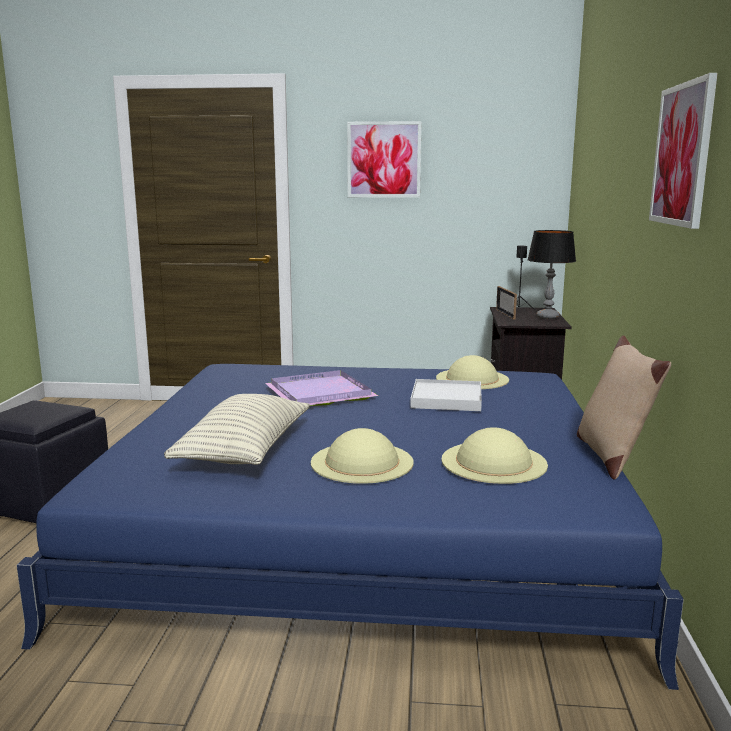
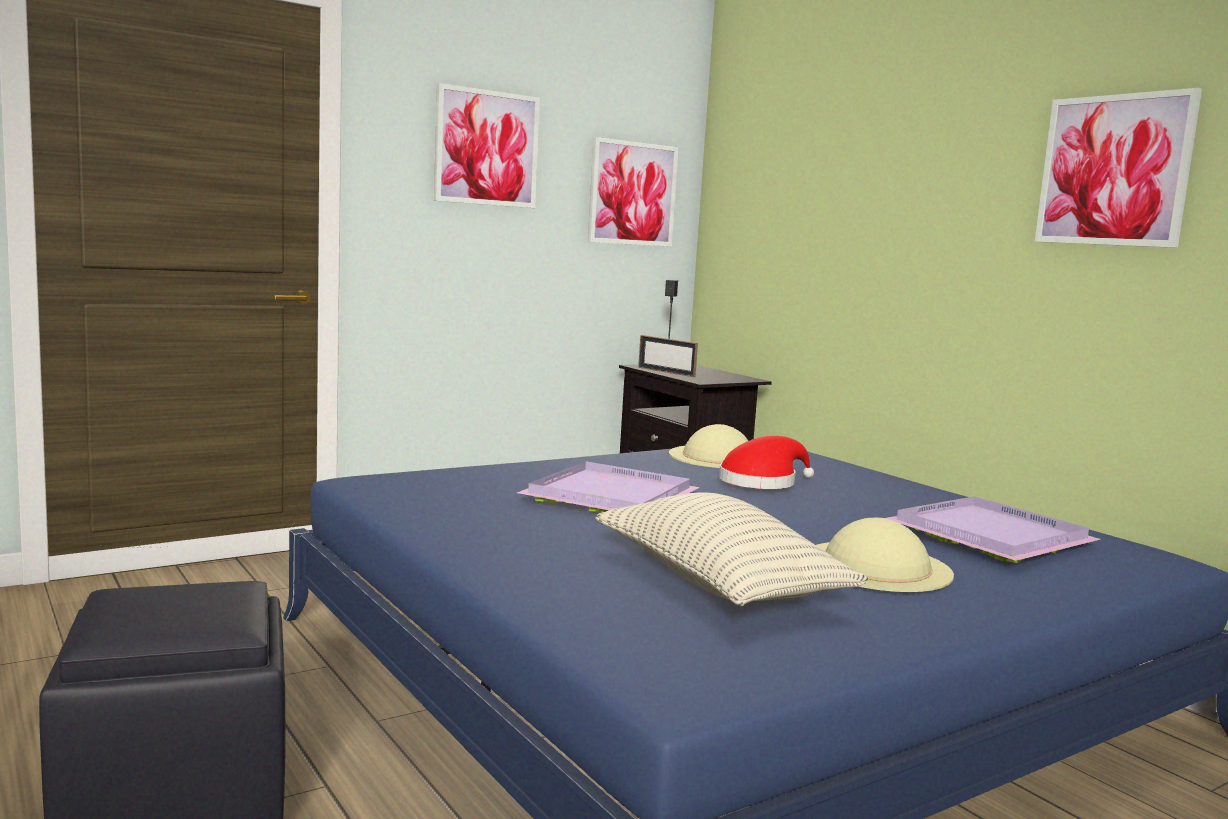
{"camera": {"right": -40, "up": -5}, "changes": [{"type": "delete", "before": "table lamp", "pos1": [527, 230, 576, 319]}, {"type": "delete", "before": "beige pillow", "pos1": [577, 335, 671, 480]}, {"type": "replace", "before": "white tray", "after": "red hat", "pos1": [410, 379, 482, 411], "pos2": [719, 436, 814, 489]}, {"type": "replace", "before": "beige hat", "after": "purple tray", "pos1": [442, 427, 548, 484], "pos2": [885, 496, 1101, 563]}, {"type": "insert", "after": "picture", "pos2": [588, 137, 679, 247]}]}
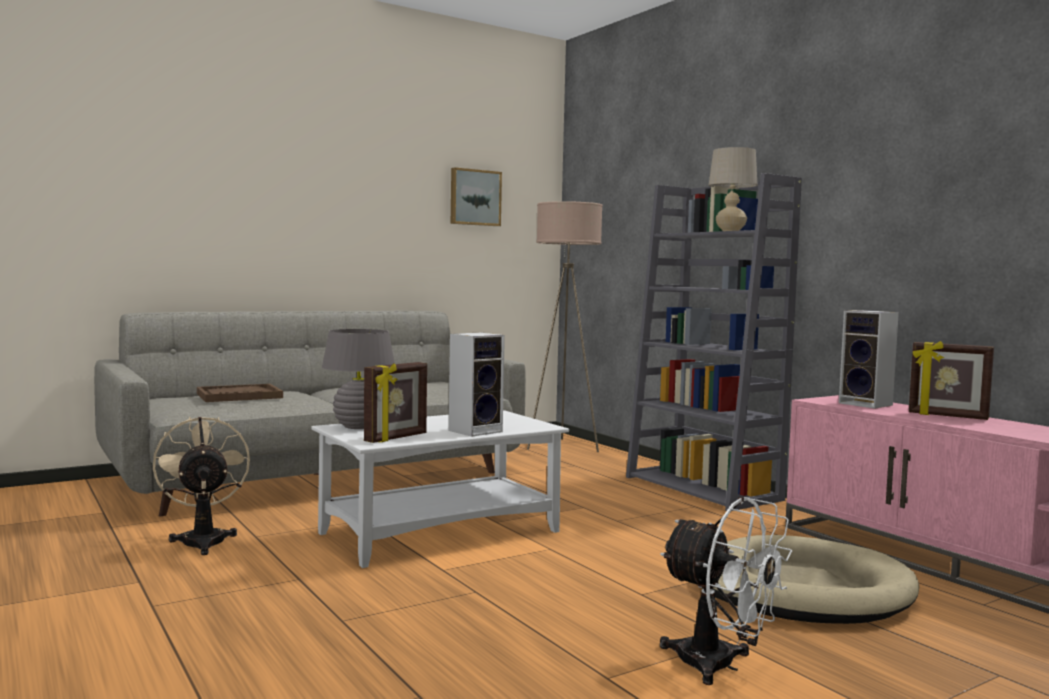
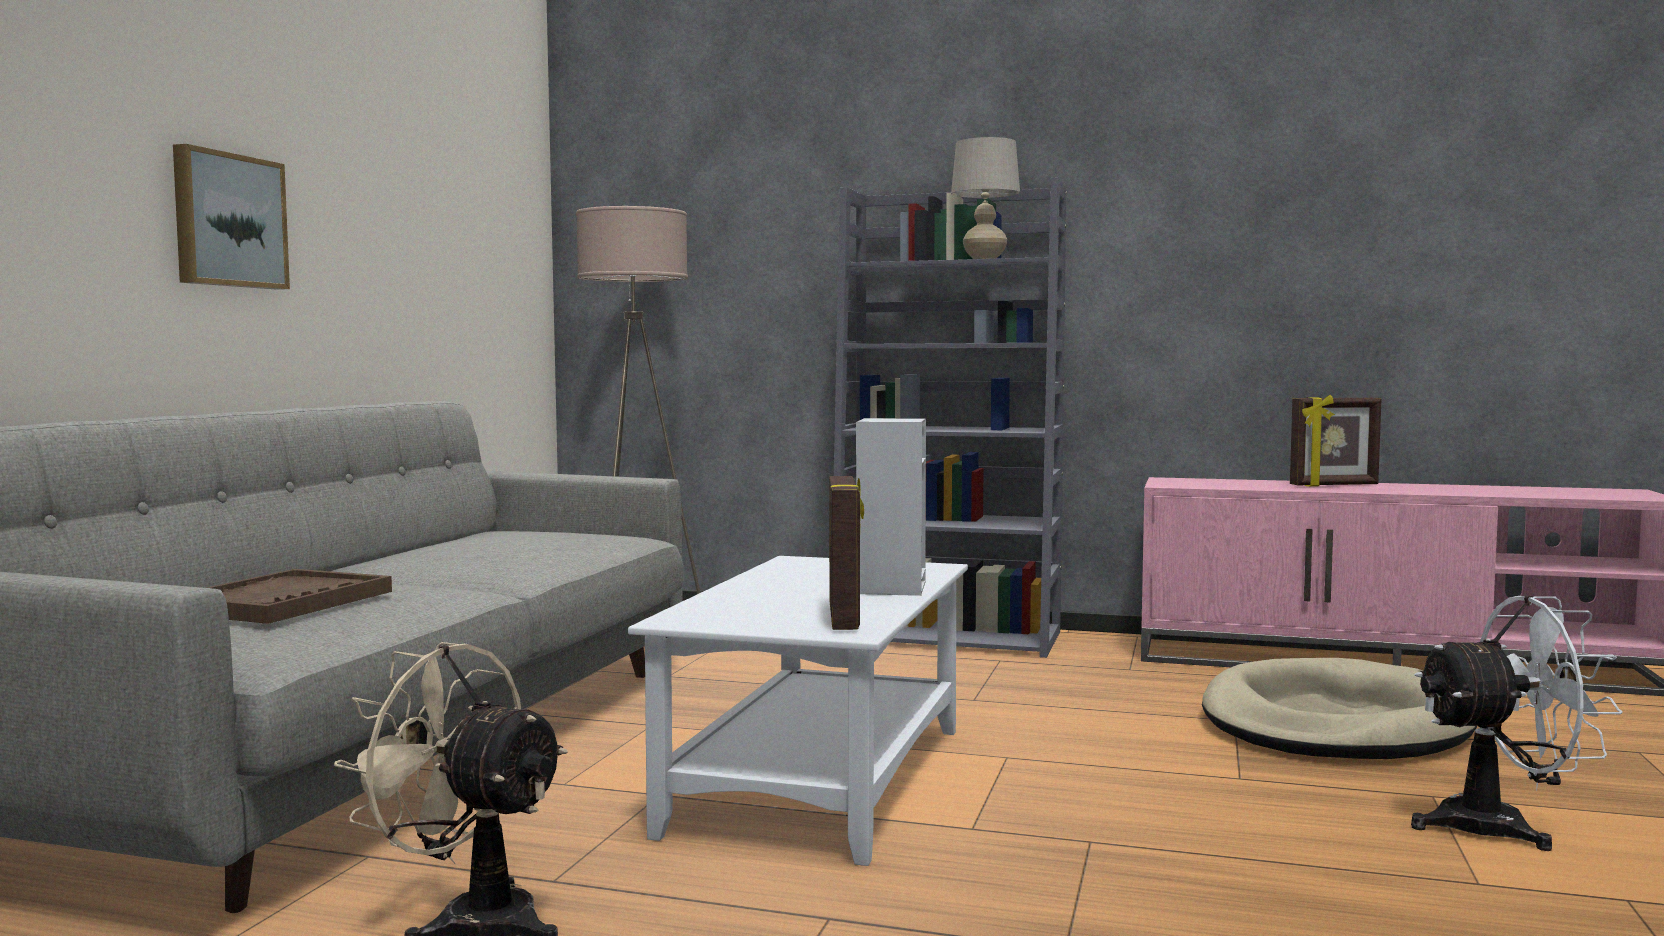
{"camera": {"right": -40, "up": 0}, "changes": [{"type": "move", "before": "picture", "pos1": [451, 167, 502, 226], "pos2": [173, 144, 290, 290]}, {"type": "delete", "before": "speaker", "pos1": [839, 310, 899, 409]}, {"type": "delete", "before": "grey table lamp", "pos1": [322, 329, 395, 429]}]}
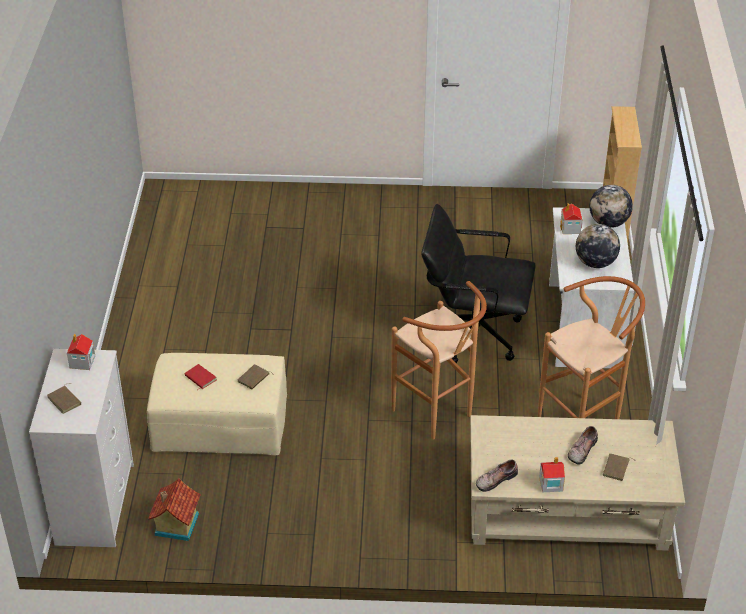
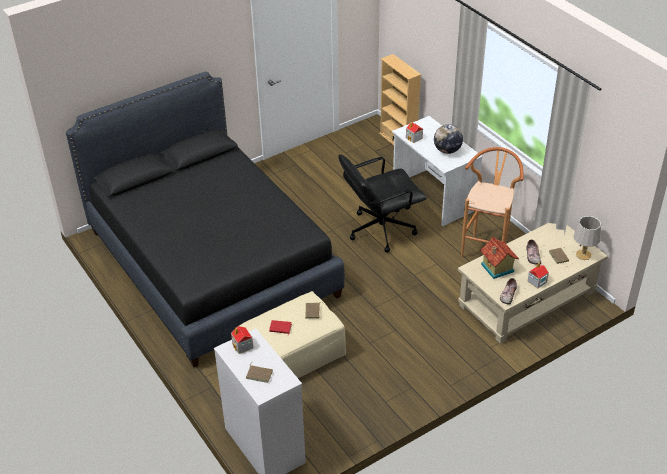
{"camera": {"right": -35, "up": 0}, "changes": [{"type": "delete", "before": "globe", "pos1": [589, 185, 633, 228]}, {"type": "delete", "before": "brown stool", "pos1": [391, 281, 487, 439]}, {"type": "move", "before": "toy house", "pos1": [148, 478, 201, 541], "pos2": [480, 236, 519, 279]}, {"type": "insert", "after": "black bed", "pos2": [66, 71, 345, 367]}, {"type": "insert", "after": "grey table lamp", "pos2": [573, 216, 601, 260]}]}
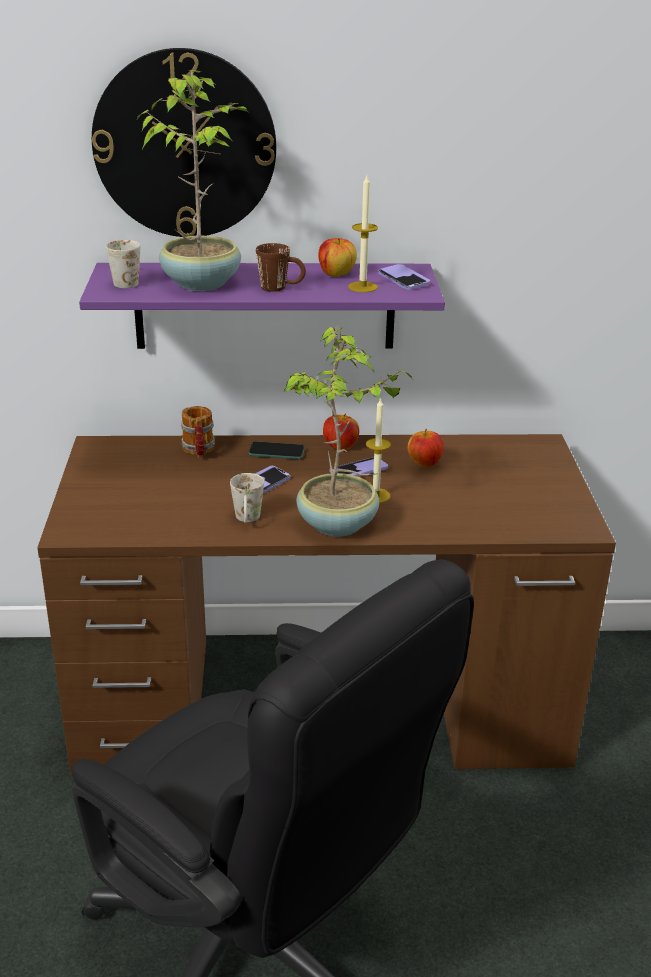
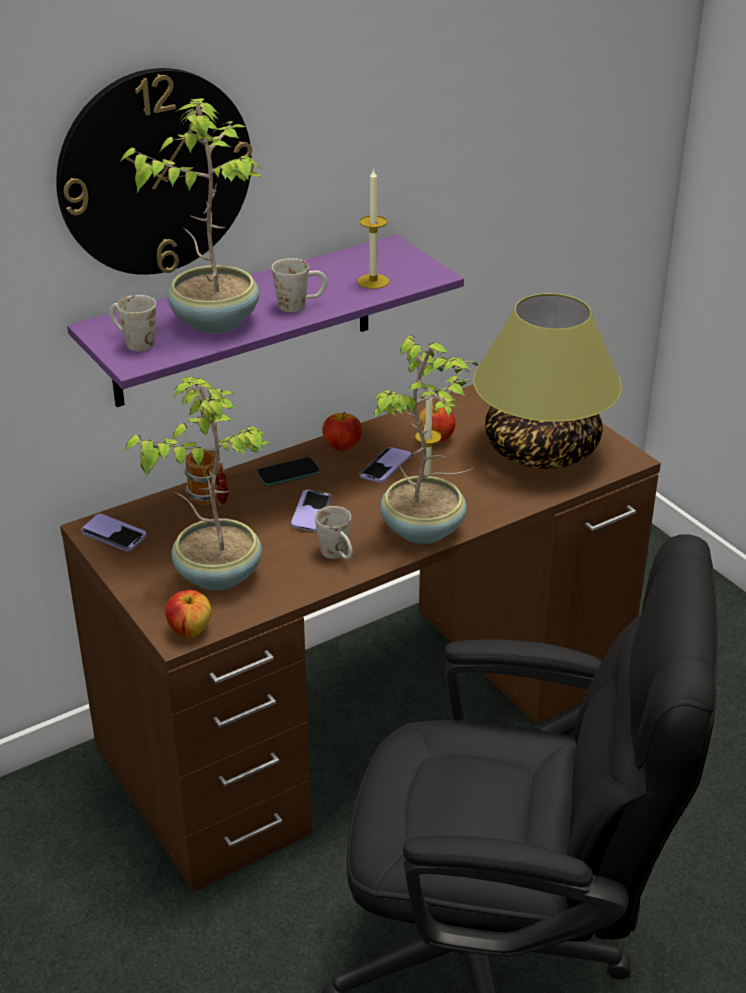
{"camera": {"right": -30, "up": 5}, "changes": [{"type": "move", "before": "apple", "pos1": [318, 238, 357, 277], "pos2": [165, 590, 212, 638]}, {"type": "recolor", "before": "brown mug", "after": "white mug", "pos1": [256, 243, 306, 292], "pos2": [272, 258, 328, 312]}, {"type": "move", "before": "phone", "pos1": [378, 264, 430, 290], "pos2": [81, 514, 147, 552]}, {"type": "insert", "after": "table lamp", "pos2": [473, 293, 622, 469]}, {"type": "insert", "after": "potted plant", "pos2": [125, 377, 270, 591]}]}
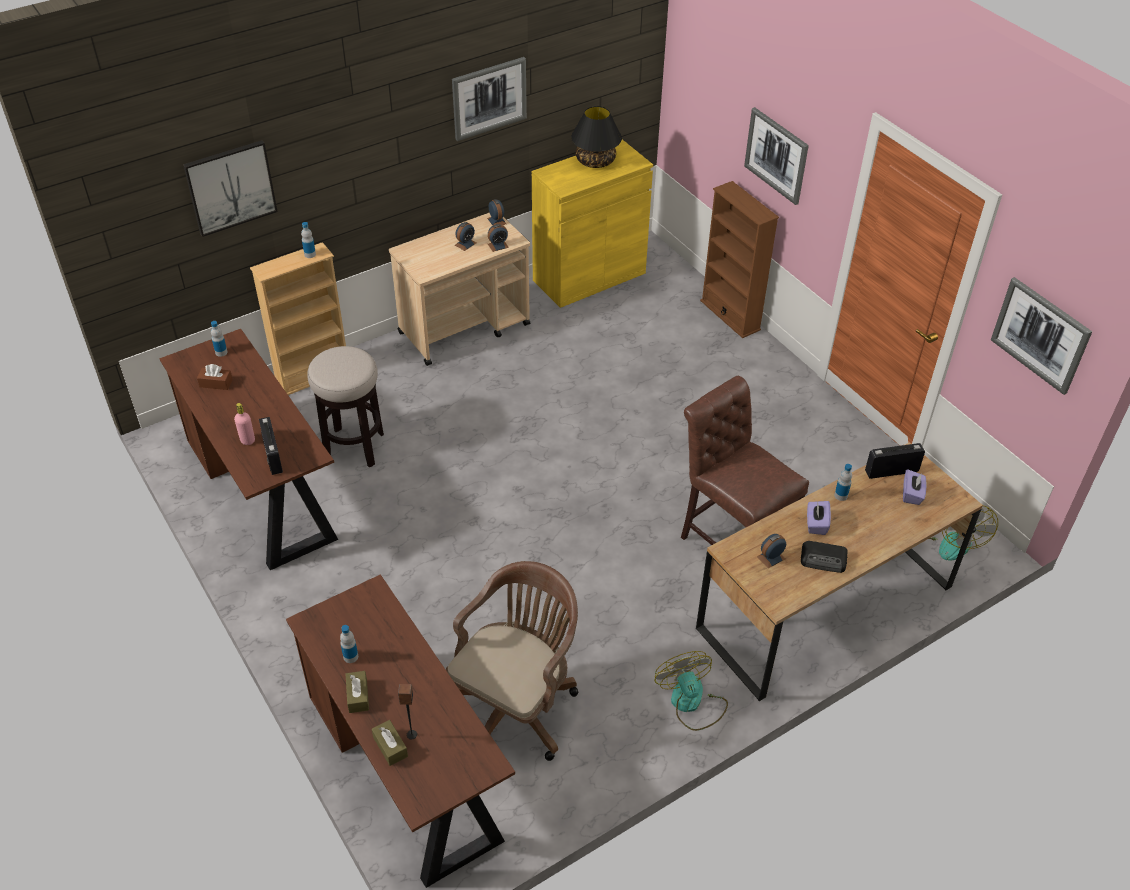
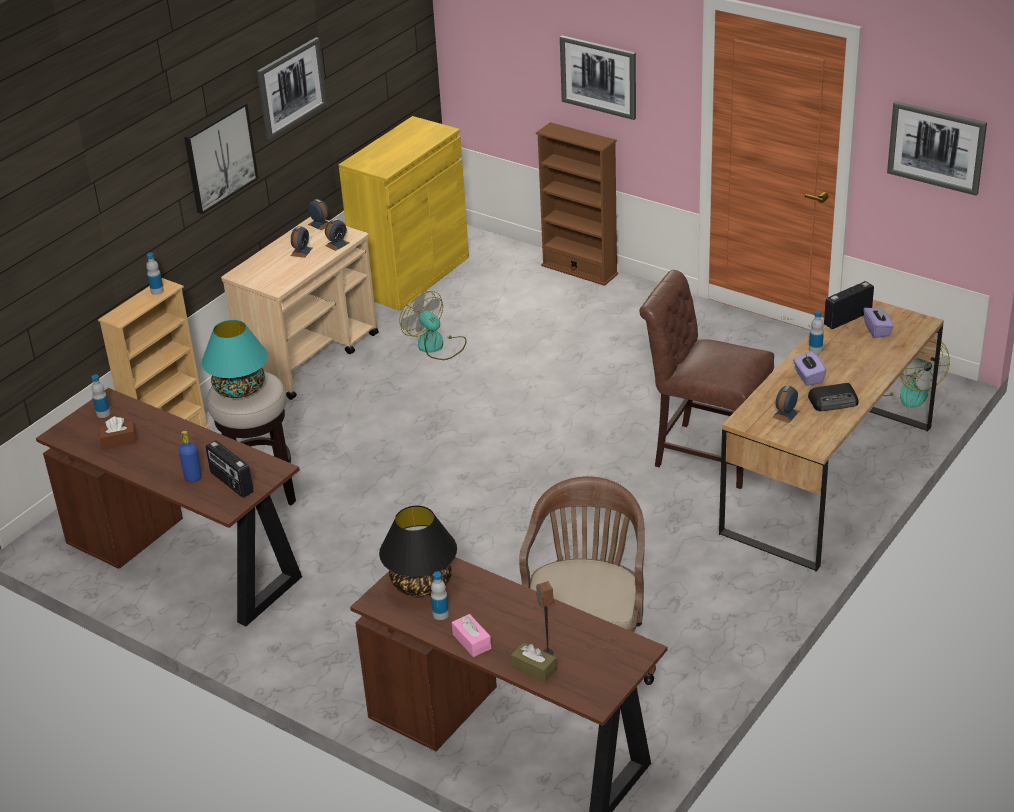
{"camera": {"right": -20, "up": -10}, "changes": [{"type": "move", "before": "black table lamp", "pos1": [571, 106, 622, 168], "pos2": [379, 506, 457, 596]}, {"type": "move", "before": "picture", "pos1": [183, 140, 278, 237], "pos2": [184, 102, 258, 214]}, {"type": "recolor", "before": "pink bottle", "after": "blue bottle", "pos1": [234, 403, 255, 445], "pos2": [179, 431, 202, 482]}, {"type": "move", "before": "fan", "pos1": [654, 651, 728, 731], "pos2": [399, 291, 467, 360]}, {"type": "recolor", "before": "brown tissue box", "after": "pink tissue box", "pos1": [346, 671, 369, 713], "pos2": [452, 614, 491, 657]}, {"type": "insert", "after": "turquoise table lamp", "pos2": [201, 320, 268, 398]}]}
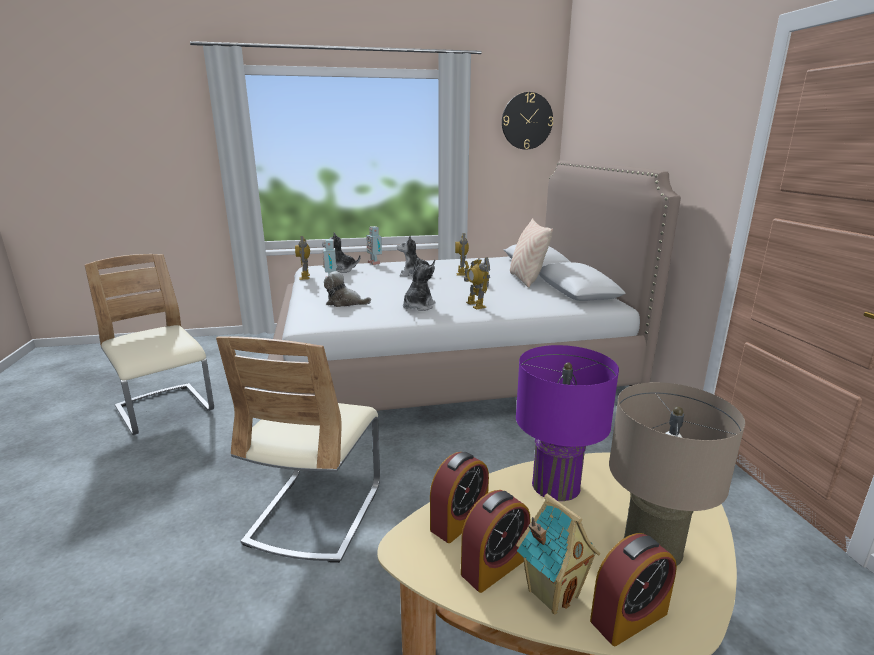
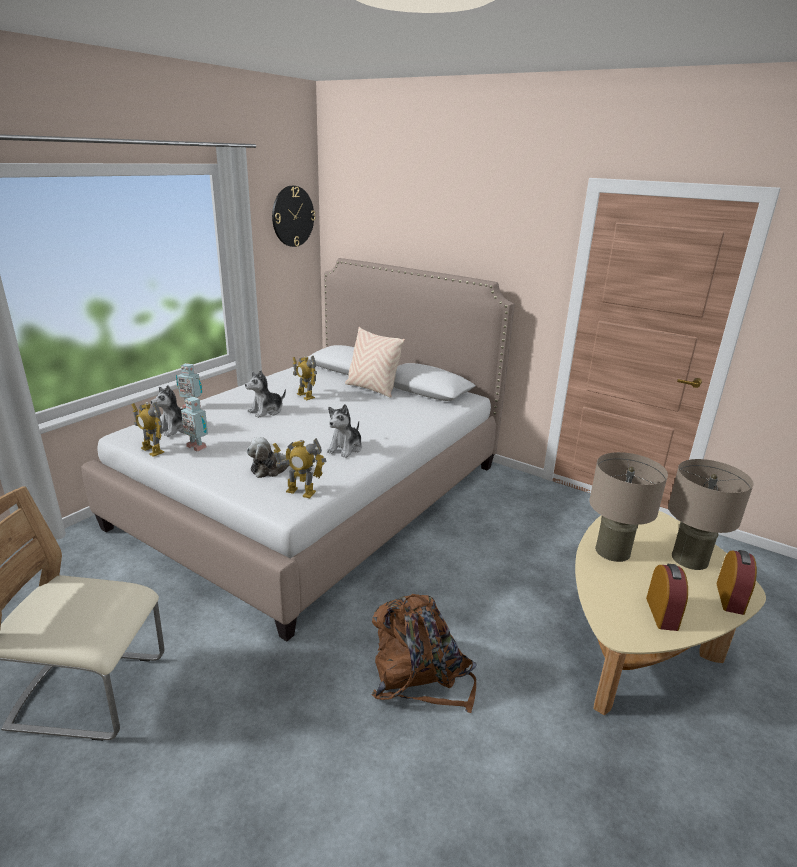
{"camera": {"right": -45, "up": 5}, "changes": [{"type": "move", "before": "toy robot", "pos1": [464, 257, 490, 309], "pos2": [273, 438, 327, 498]}, {"type": "rotate", "before": "plush toy", "pos1": [403, 258, 435, 311], "pos2": [327, 404, 362, 458], "turn": -135}, {"type": "replace", "before": "beige chair", "after": "brown backpack", "pos1": [216, 336, 380, 563], "pos2": [372, 594, 476, 713]}, {"type": "recolor", "before": "purple table lamp", "after": "beige table lamp", "pos1": [516, 345, 619, 501], "pos2": [589, 452, 668, 562]}, {"type": "delete", "before": "alarm clock", "pos1": [430, 452, 489, 543]}, {"type": "delete", "before": "toy house", "pos1": [516, 494, 600, 614]}]}
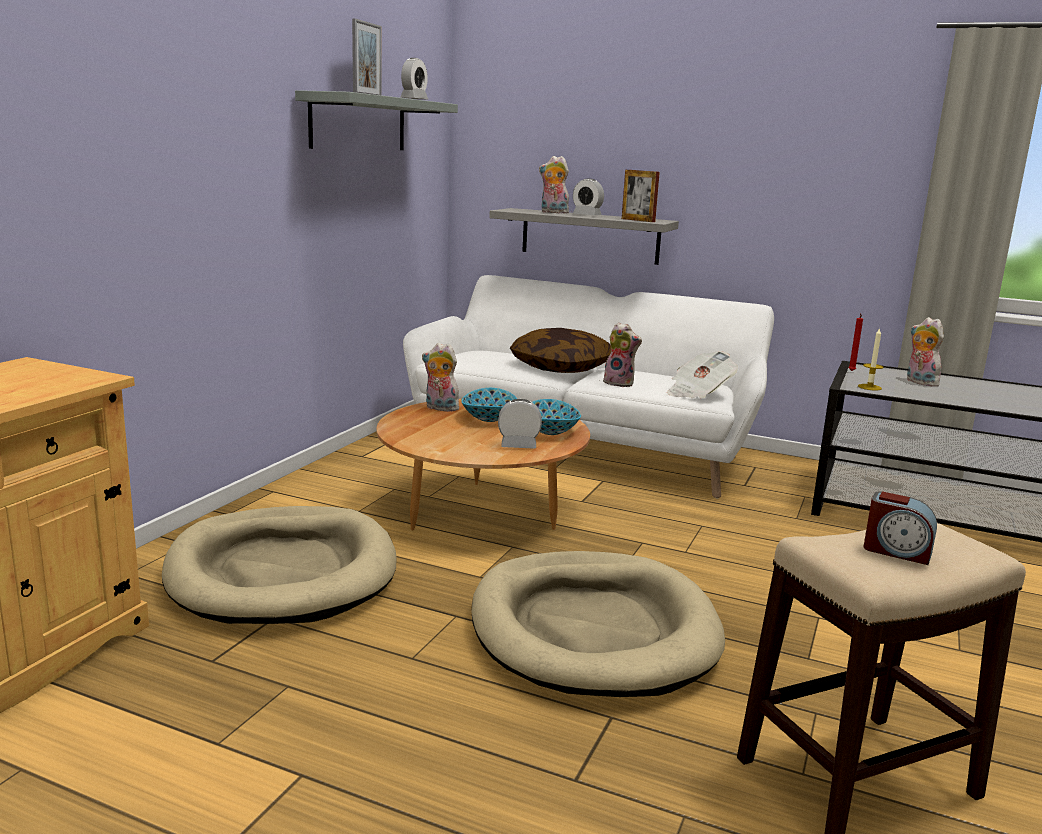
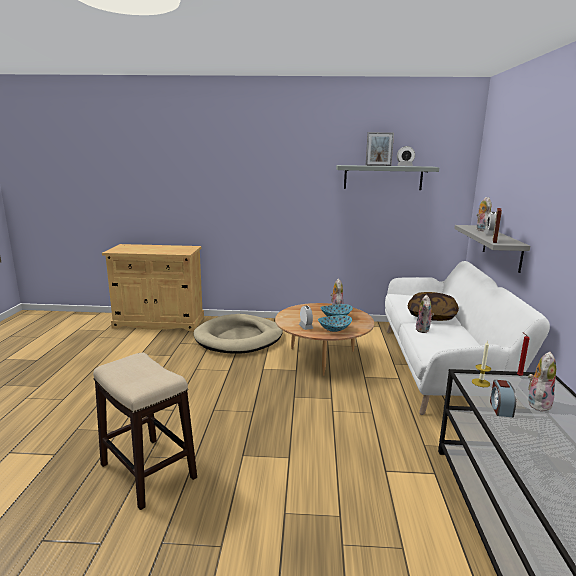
{"camera": {"right": 70, "up": 0}, "changes": [{"type": "delete", "before": "newspaper", "pos1": [667, 351, 738, 398]}, {"type": "move", "before": "alarm clock", "pos1": [864, 491, 937, 565], "pos2": [490, 380, 516, 418]}, {"type": "delete", "before": "beige dog bed", "pos1": [472, 551, 725, 697]}]}
